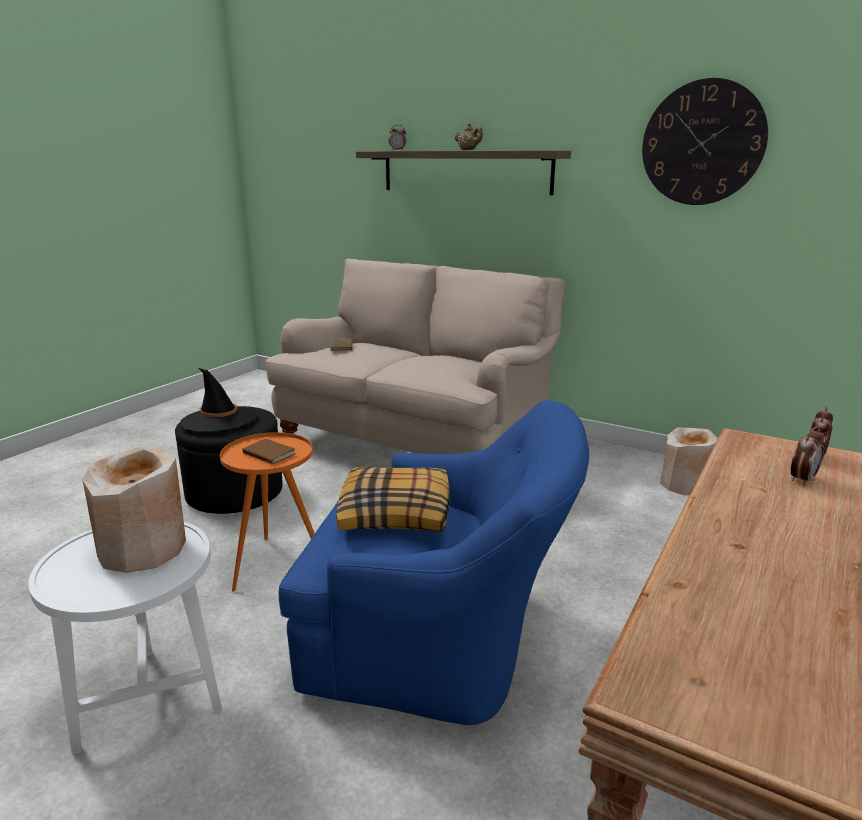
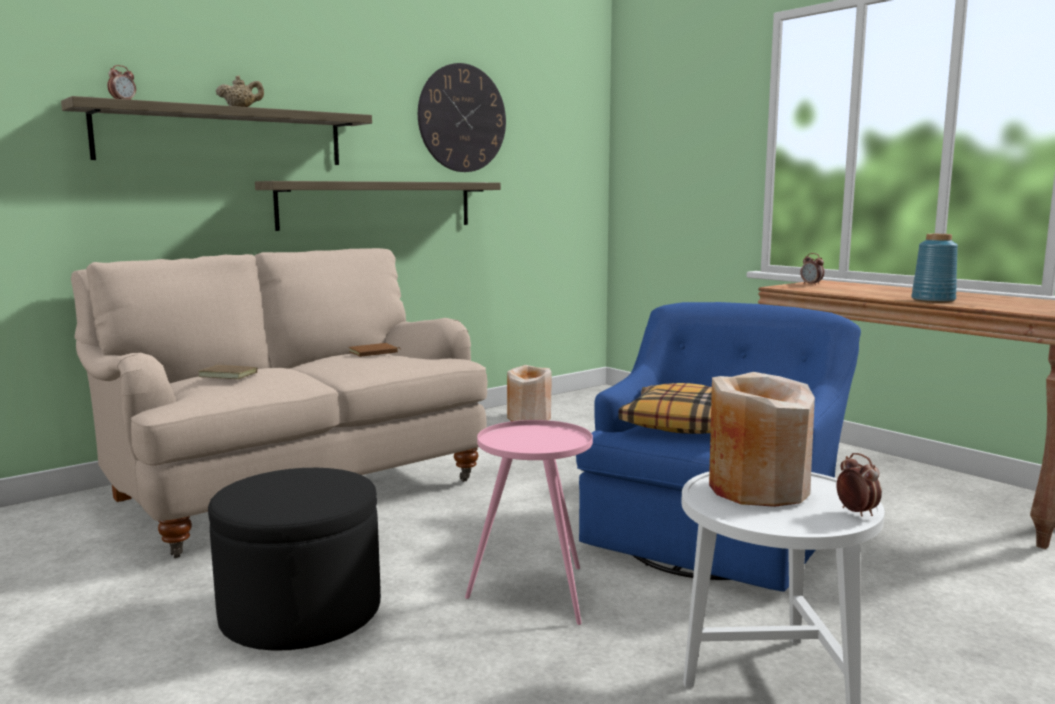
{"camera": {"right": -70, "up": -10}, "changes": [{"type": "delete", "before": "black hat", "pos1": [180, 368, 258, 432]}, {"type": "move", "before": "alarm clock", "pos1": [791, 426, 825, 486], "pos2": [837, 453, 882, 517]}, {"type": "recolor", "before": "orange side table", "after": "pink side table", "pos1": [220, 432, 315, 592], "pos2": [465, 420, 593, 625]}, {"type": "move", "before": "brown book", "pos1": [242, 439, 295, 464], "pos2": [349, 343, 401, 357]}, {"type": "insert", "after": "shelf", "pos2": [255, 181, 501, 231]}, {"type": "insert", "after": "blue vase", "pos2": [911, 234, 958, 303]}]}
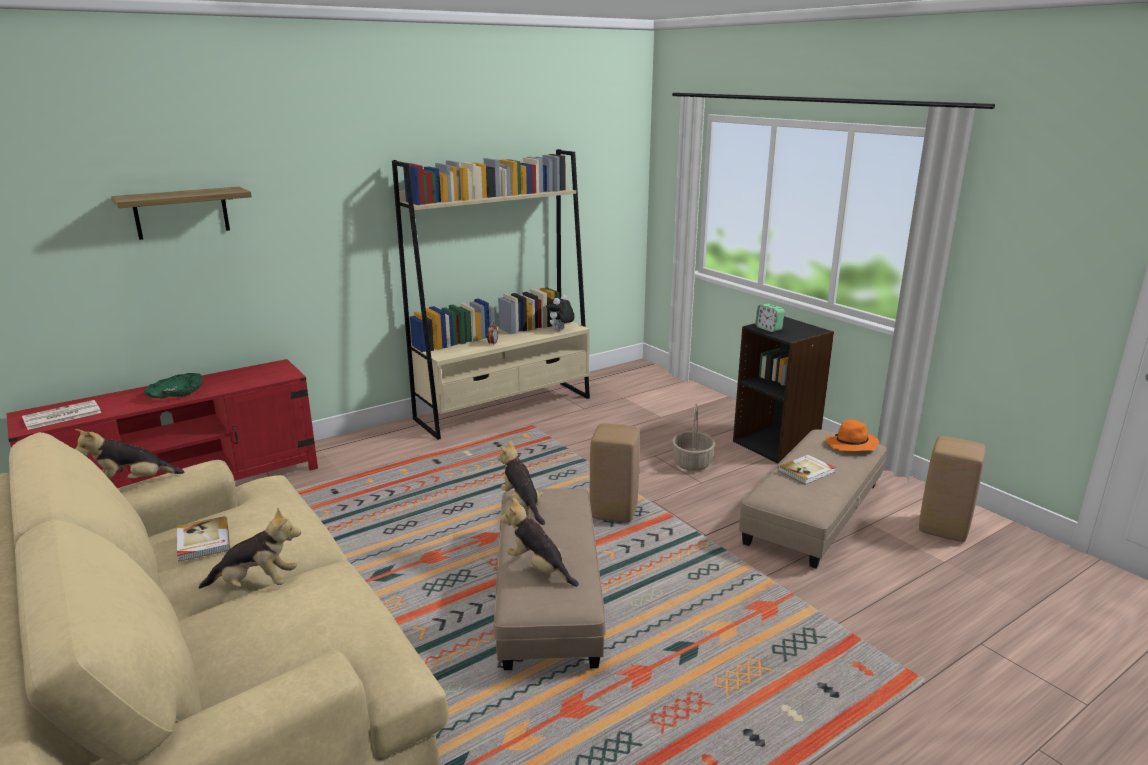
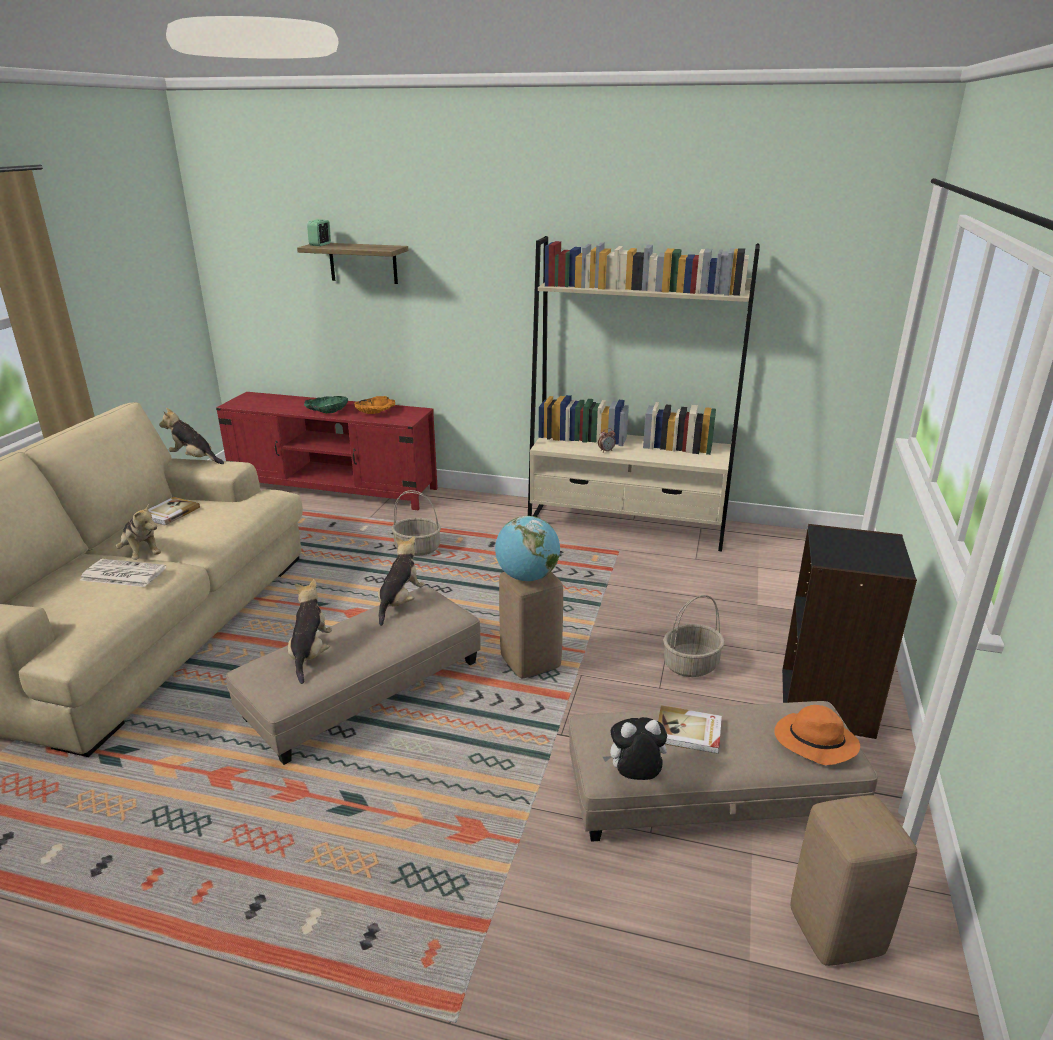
{"camera": {"right": 50, "up": 5}, "changes": [{"type": "move", "before": "plush toy", "pos1": [546, 294, 575, 330], "pos2": [603, 717, 667, 780]}, {"type": "move", "before": "alarm clock", "pos1": [756, 303, 785, 332], "pos2": [307, 219, 331, 246]}, {"type": "move", "before": "newspaper", "pos1": [22, 400, 101, 430], "pos2": [80, 559, 166, 587]}, {"type": "insert", "after": "orange bowl", "pos2": [354, 396, 395, 414]}, {"type": "insert", "after": "basket", "pos2": [391, 490, 441, 556]}, {"type": "insert", "after": "globe", "pos2": [495, 516, 560, 581]}]}
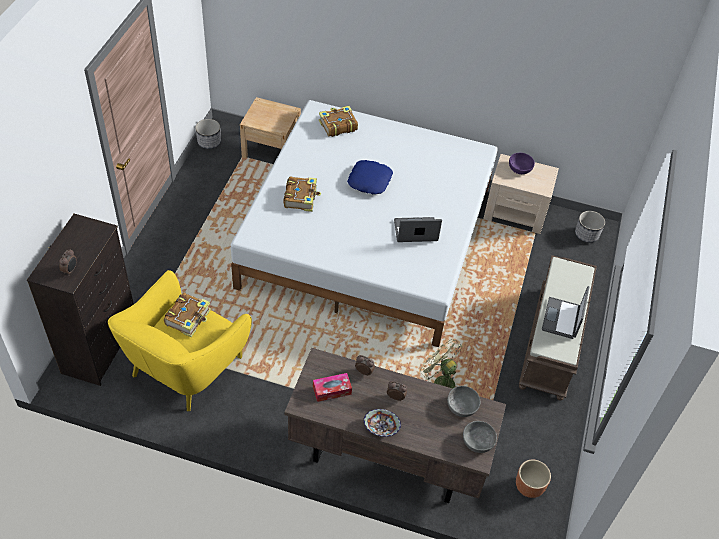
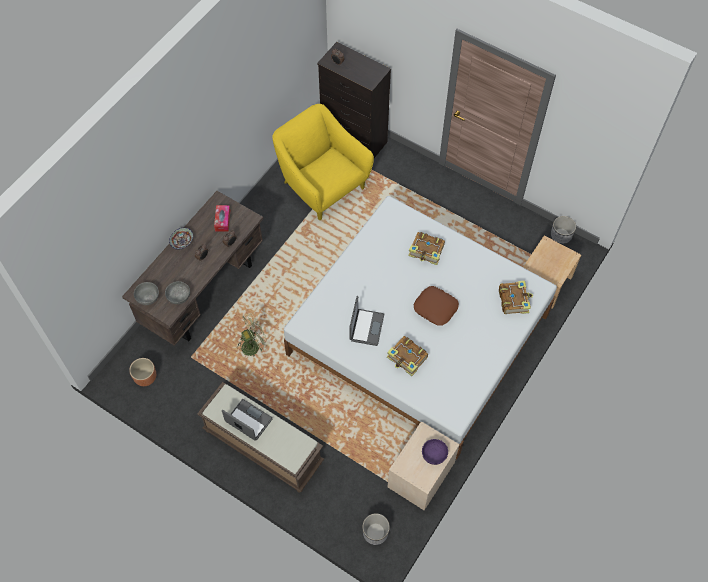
{"camera": {"right": 110, "up": 10}, "changes": [{"type": "recolor", "before": "blue pillow", "after": "brown pillow", "pos1": [347, 160, 393, 194], "pos2": [414, 286, 459, 326]}, {"type": "move", "before": "book", "pos1": [164, 293, 211, 337], "pos2": [387, 336, 428, 376]}]}
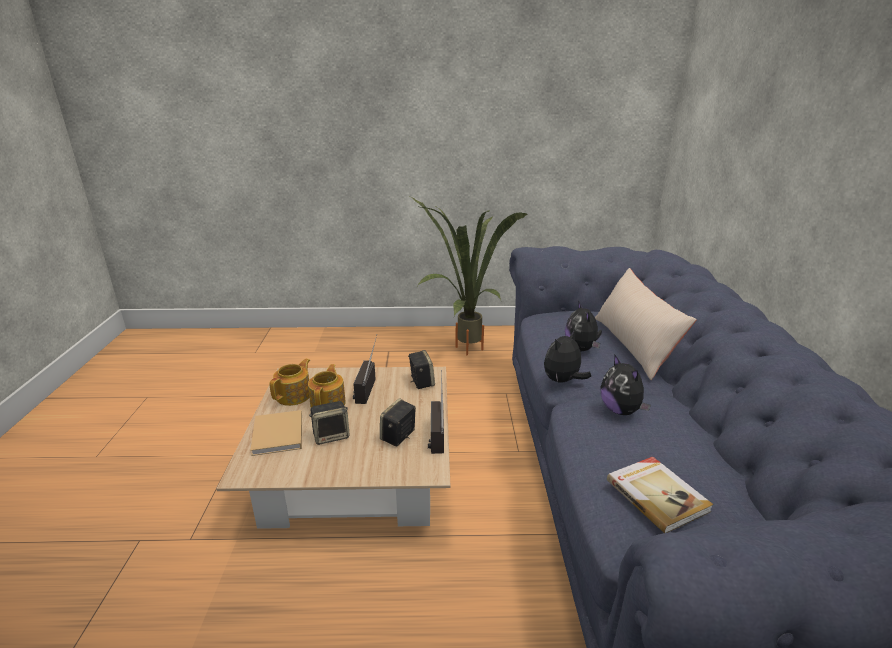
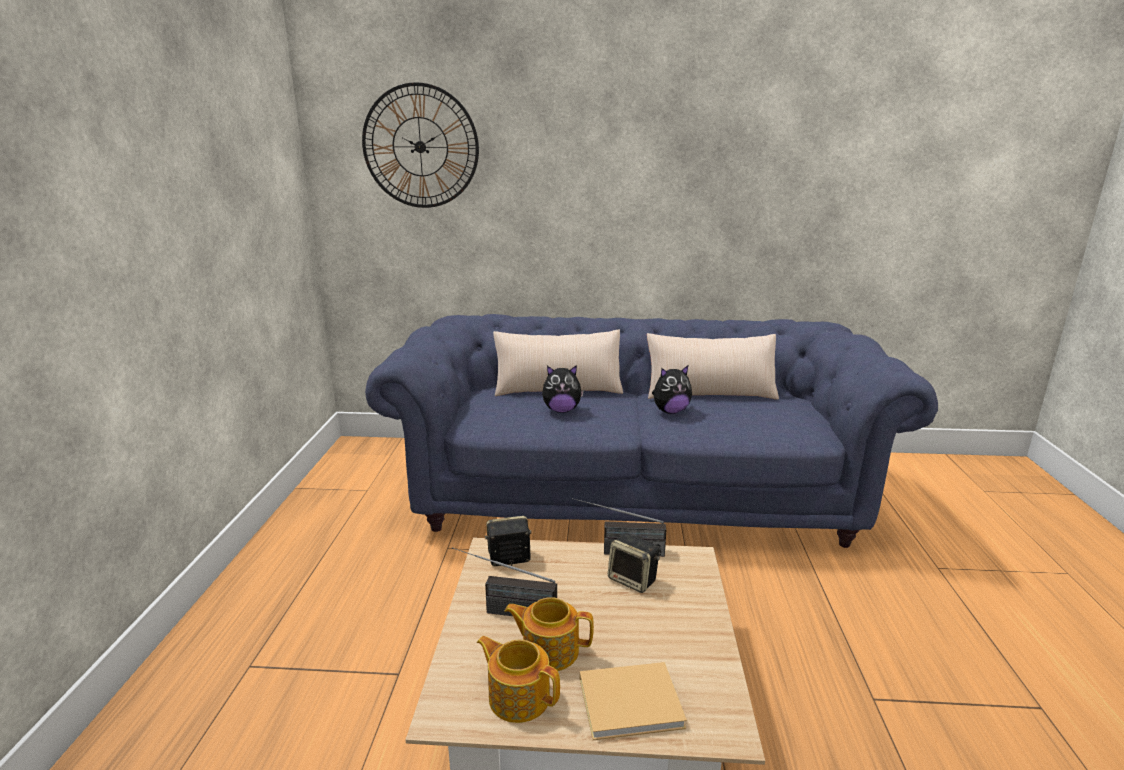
{"camera": {"right": -85, "up": -5}, "changes": [{"type": "delete", "before": "potted plant", "pos1": [410, 196, 527, 355]}, {"type": "delete", "before": "plush toy", "pos1": [544, 330, 591, 383]}, {"type": "delete", "before": "speaker", "pos1": [309, 401, 350, 445]}, {"type": "delete", "before": "book", "pos1": [607, 457, 713, 533]}, {"type": "insert", "after": "wall clock", "pos2": [362, 82, 479, 208]}, {"type": "insert", "after": "beige pillow", "pos2": [647, 333, 779, 400]}]}
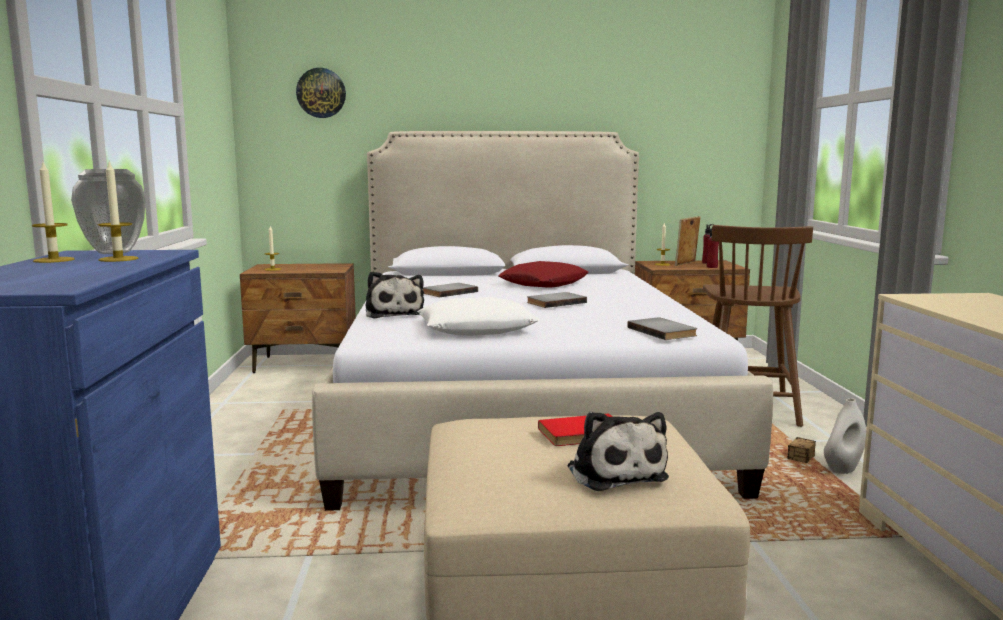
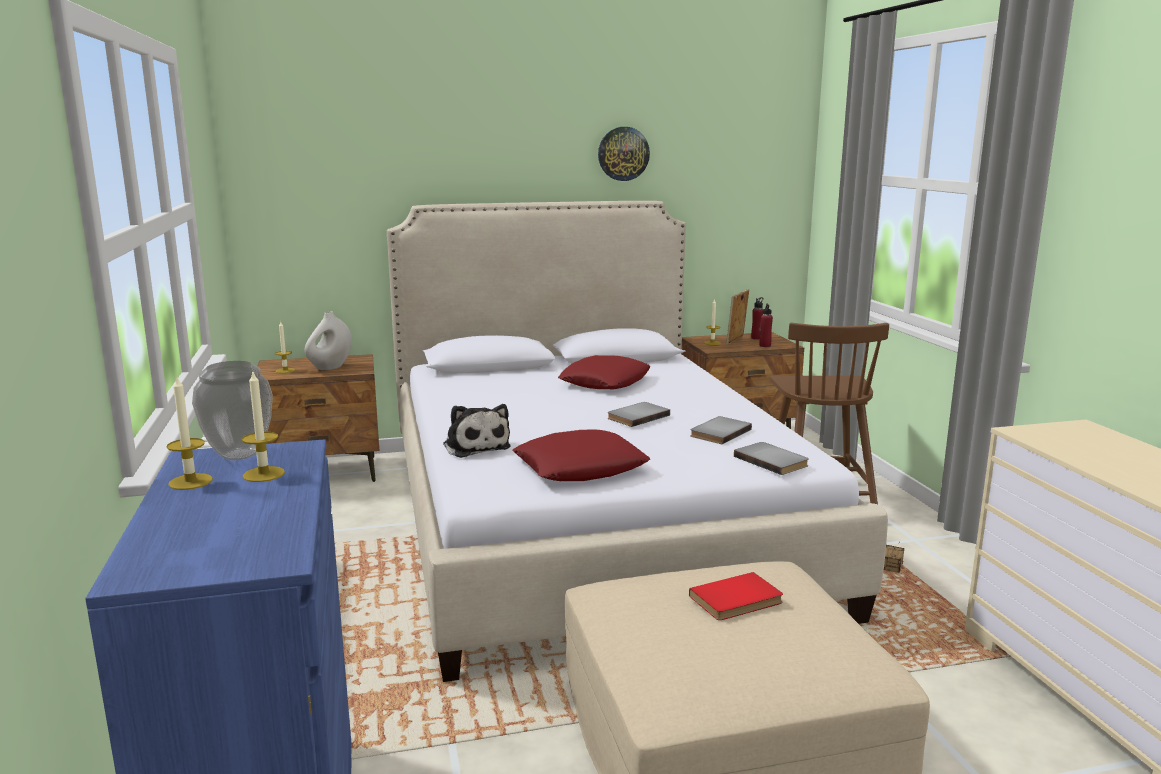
{"camera": {"right": -10, "up": 5}, "changes": [{"type": "move", "before": "wall clock", "pos1": [296, 68, 346, 118], "pos2": [598, 127, 650, 181]}, {"type": "move", "before": "grey book", "pos1": [423, 283, 478, 297], "pos2": [690, 416, 752, 444]}, {"type": "recolor", "before": "white pillow", "after": "red pillow", "pos1": [417, 297, 539, 336], "pos2": [512, 429, 650, 481]}, {"type": "move", "before": "white vase", "pos1": [824, 398, 866, 474], "pos2": [304, 311, 352, 370]}, {"type": "delete", "before": "plush toy", "pos1": [568, 412, 669, 491]}]}
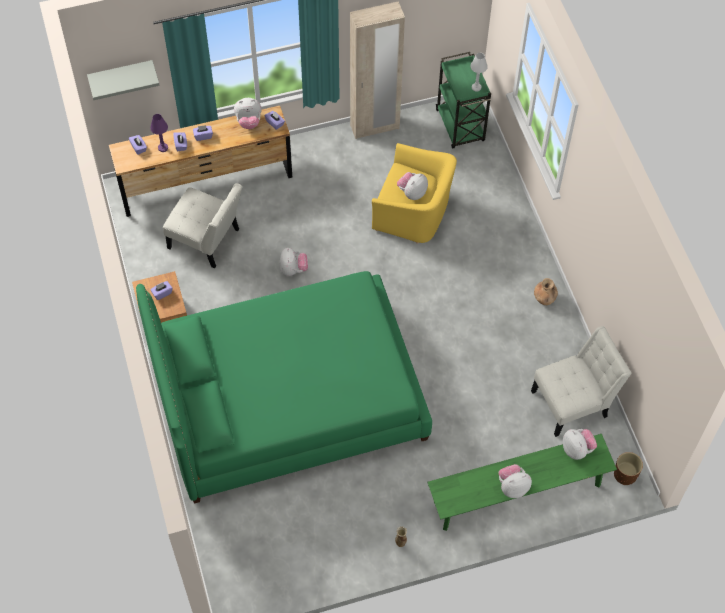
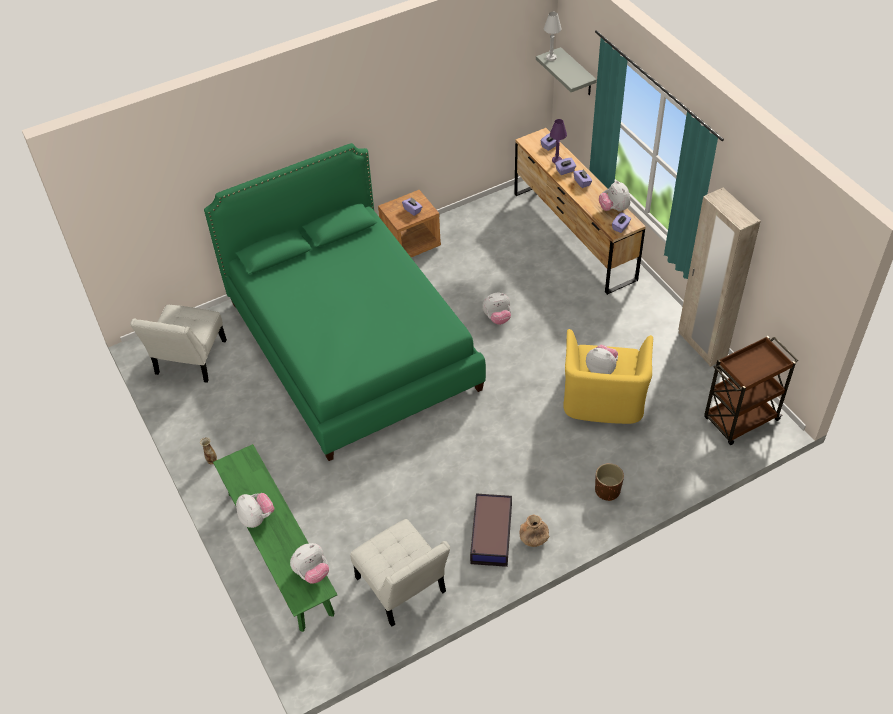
{"camera": {"right": 80, "up": -10}, "changes": [{"type": "recolor", "before": "green cart", "after": "brown cart", "pos1": [436, 52, 491, 149], "pos2": [704, 336, 798, 445]}, {"type": "move", "before": "white table lamp", "pos1": [470, 53, 488, 92], "pos2": [544, 12, 562, 61]}, {"type": "move", "before": "white chair", "pos1": [163, 183, 243, 268], "pos2": [130, 305, 227, 383]}, {"type": "move", "before": "brown planter", "pos1": [614, 452, 643, 485], "pos2": [595, 463, 624, 501]}, {"type": "insert", "after": "storage box", "pos2": [470, 494, 512, 567]}]}
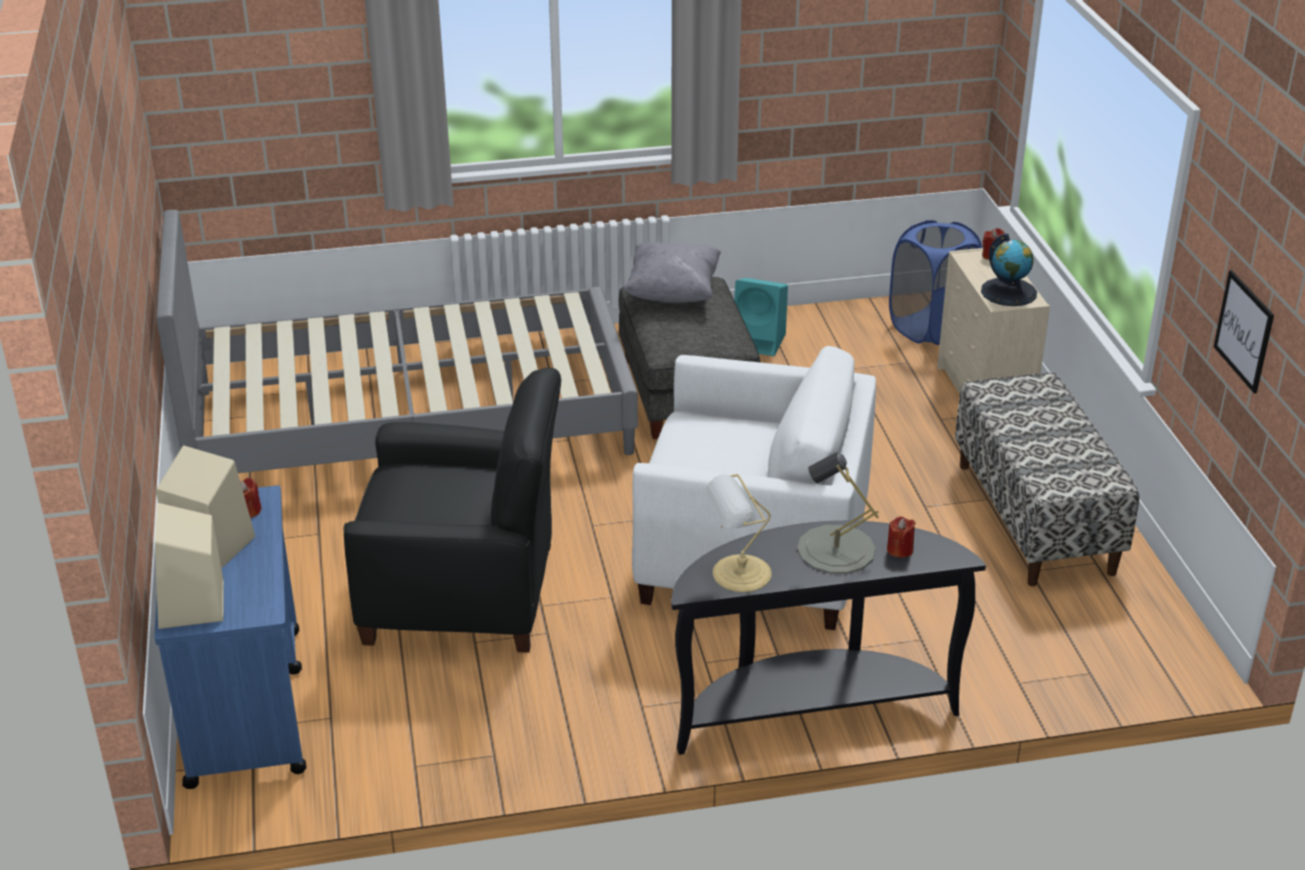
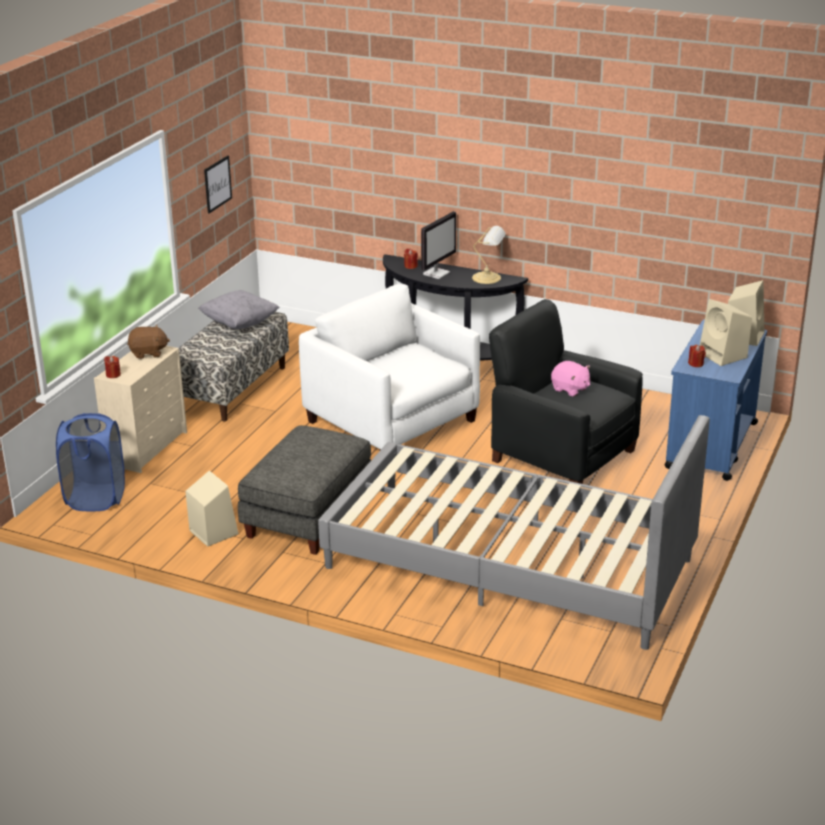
{"camera": {"right": -145, "up": -5}, "changes": [{"type": "replace", "before": "globe", "after": "brown plush toy", "pos1": [981, 234, 1037, 306], "pos2": [127, 325, 170, 359]}, {"type": "move", "before": "grey pillow", "pos1": [623, 242, 721, 303], "pos2": [198, 290, 280, 329]}, {"type": "recolor", "before": "turquoise speaker", "after": "beige speaker", "pos1": [734, 278, 788, 356], "pos2": [185, 471, 239, 547]}, {"type": "replace", "before": "grey table lamp", "after": "monitor", "pos1": [797, 452, 879, 574], "pos2": [421, 211, 456, 279]}, {"type": "insert", "after": "pink plush toy", "pos2": [551, 361, 590, 397]}]}
